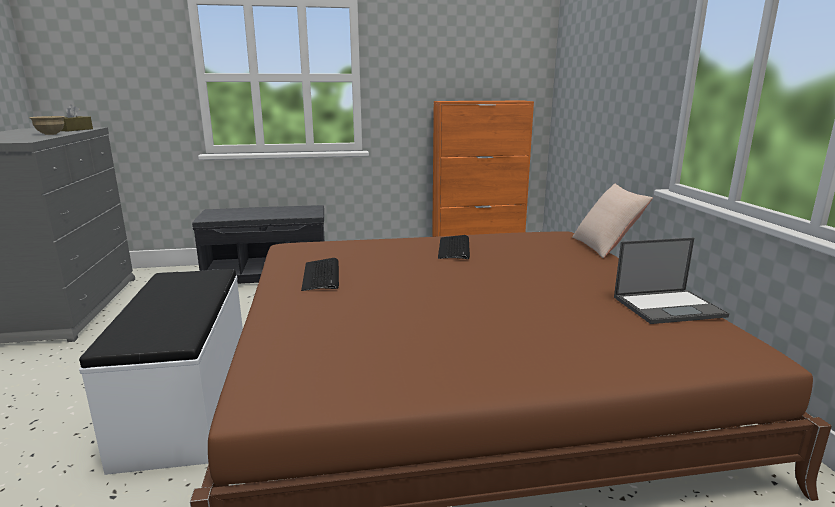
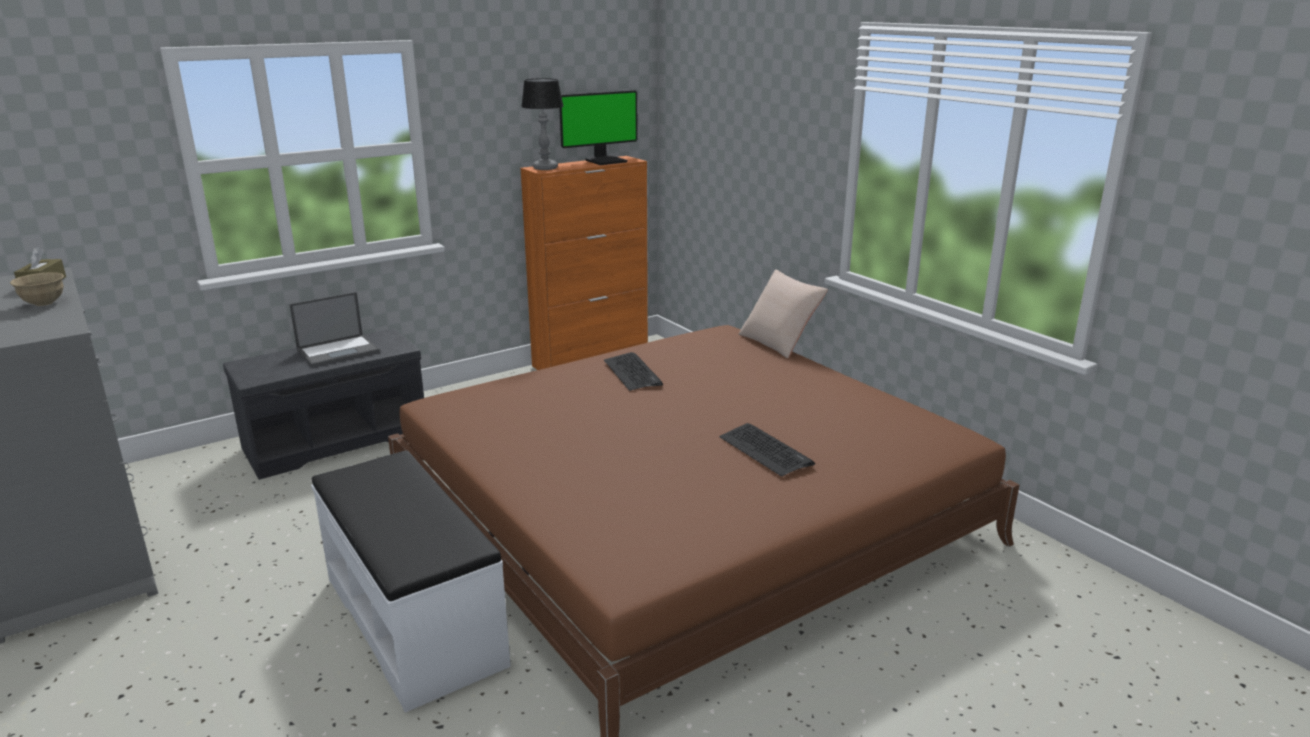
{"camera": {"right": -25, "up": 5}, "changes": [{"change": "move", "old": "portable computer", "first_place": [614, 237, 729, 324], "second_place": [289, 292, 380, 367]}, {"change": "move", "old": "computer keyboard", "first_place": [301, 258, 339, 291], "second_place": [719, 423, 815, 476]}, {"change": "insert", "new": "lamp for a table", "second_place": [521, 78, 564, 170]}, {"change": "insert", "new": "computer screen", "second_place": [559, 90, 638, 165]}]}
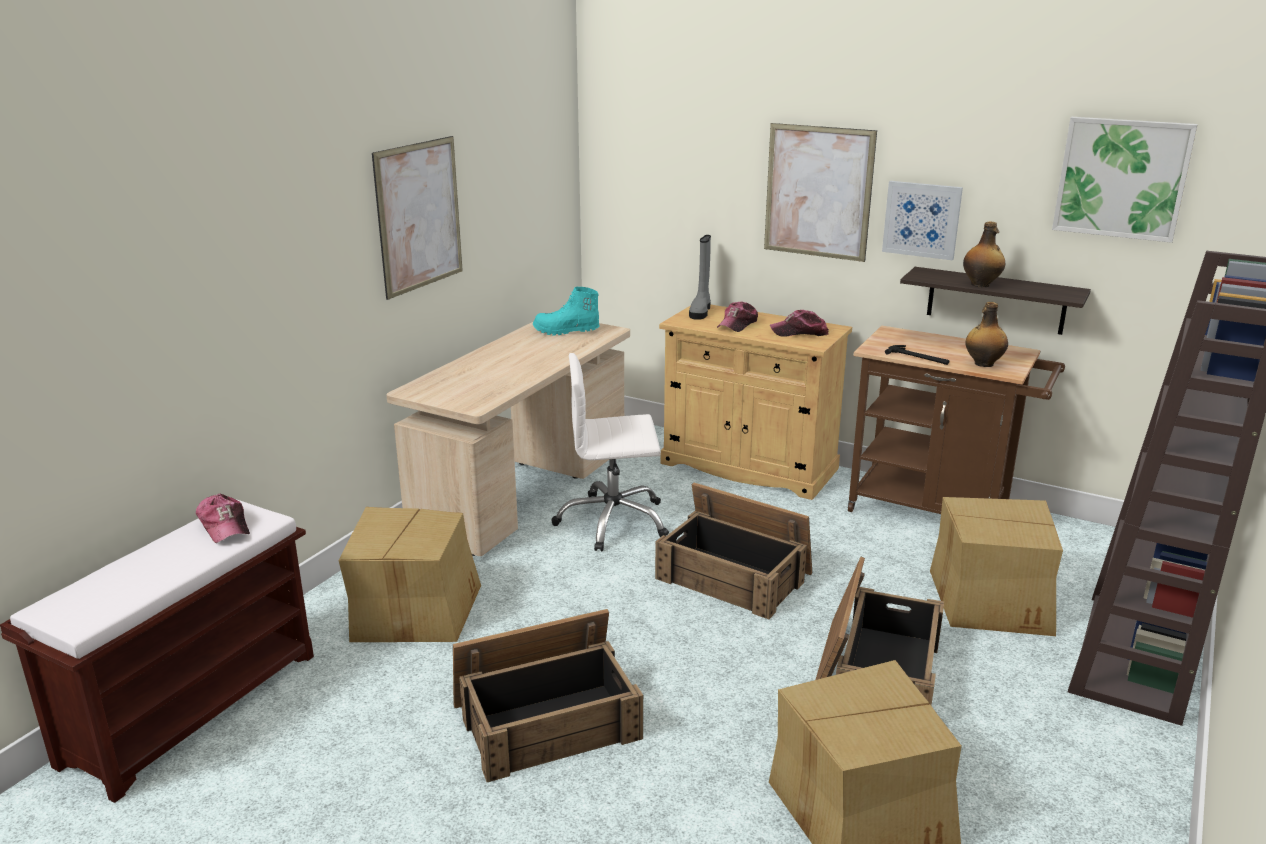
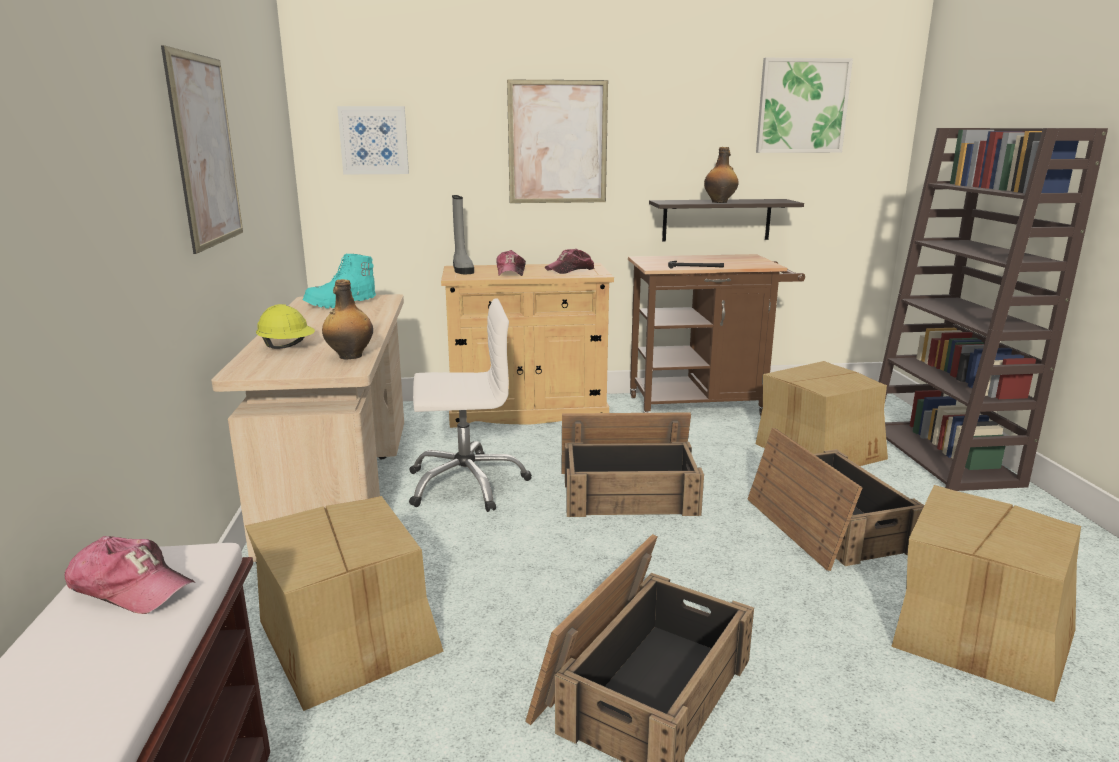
{"camera": {"right": -35, "up": -5}, "changes": [{"change": "move", "old": "picture", "first_place": [882, 181, 963, 260], "second_place": [337, 106, 409, 174]}, {"change": "move", "old": "drink bottle", "first_place": [965, 302, 1008, 367], "second_place": [322, 279, 373, 359]}, {"change": "rotate", "old": "desk chair (white)", "first_place": [552, 353, 669, 552], "second_place": [409, 298, 532, 512], "degrees": -150}, {"change": "insert", "new": "safety helmet (yellowish)", "second_place": [256, 304, 315, 349]}]}
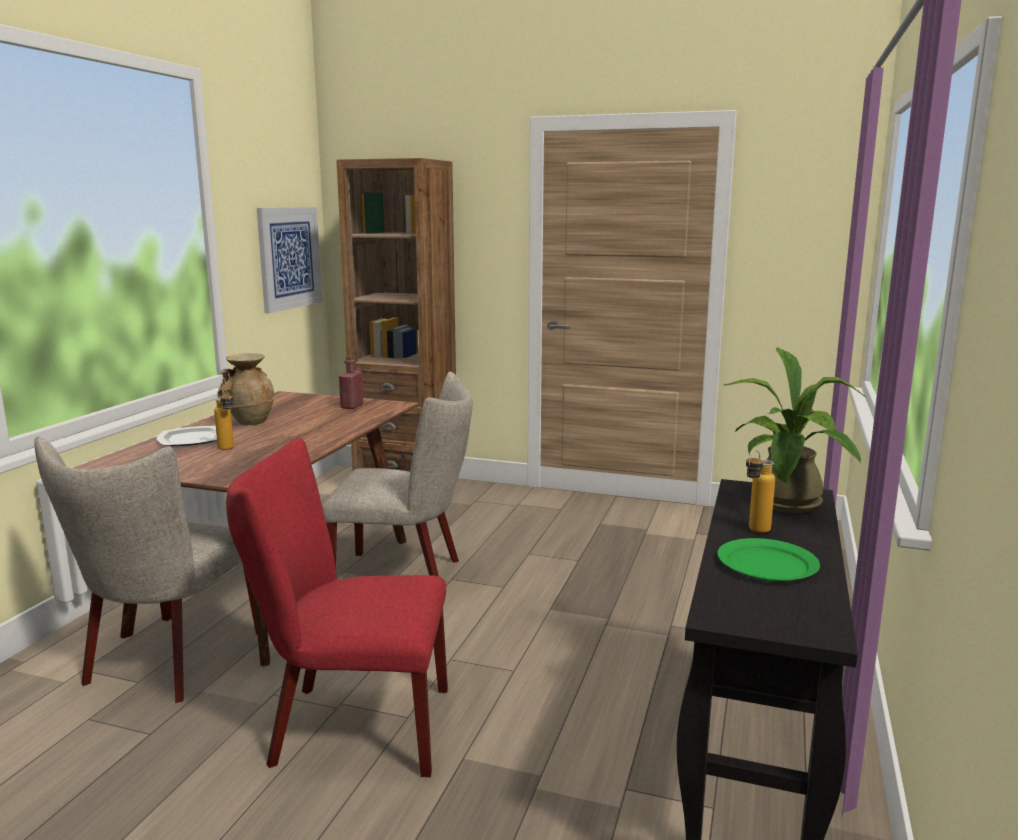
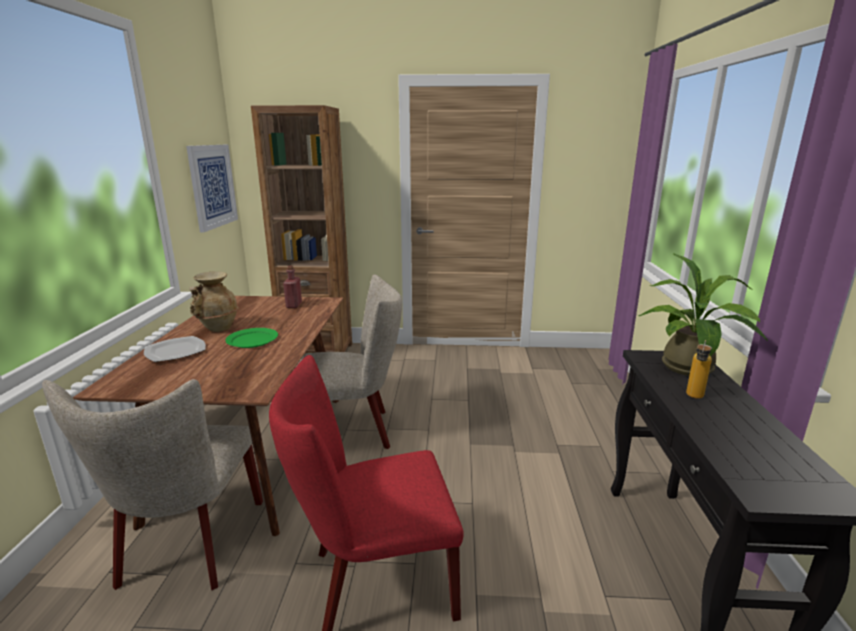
{"camera": {"right": -15, "up": 5}, "changes": [{"change": "delete", "old": "drink bottle", "first_place": [214, 390, 234, 450]}, {"change": "move", "old": "dinner plate (green-coloured)", "first_place": [717, 538, 820, 581], "second_place": [225, 328, 278, 348]}]}
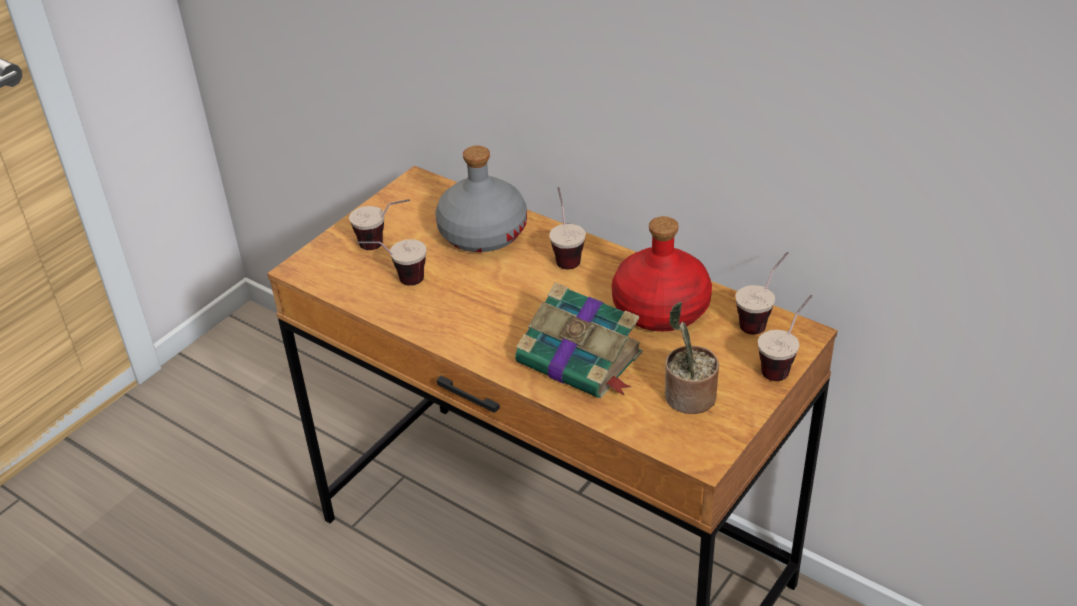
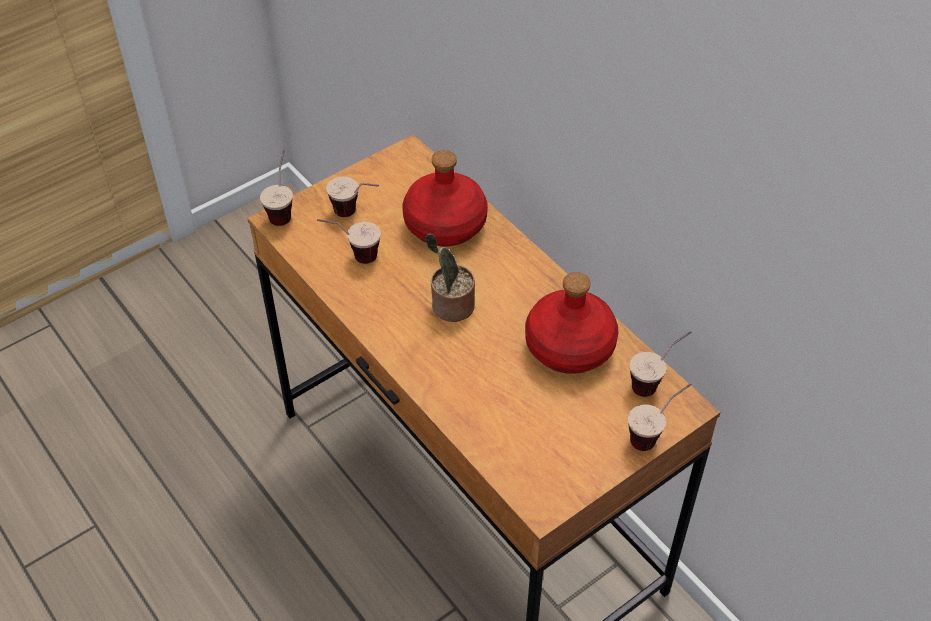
{"camera": {"right": 15, "up": 10}, "changes": [{"change": "recolor", "old": "drink bottle (greyish)", "new": "drink bottle (red-coloured)", "first_place": [435, 145, 527, 252], "second_place": [402, 150, 488, 246]}, {"change": "move", "old": "small cup", "first_place": [549, 187, 586, 269], "second_place": [260, 150, 293, 226]}, {"change": "delete", "old": "volume", "first_place": [515, 282, 642, 399]}, {"change": "move", "old": "plant in a pot", "first_place": [665, 302, 719, 414], "second_place": [425, 233, 475, 322]}]}
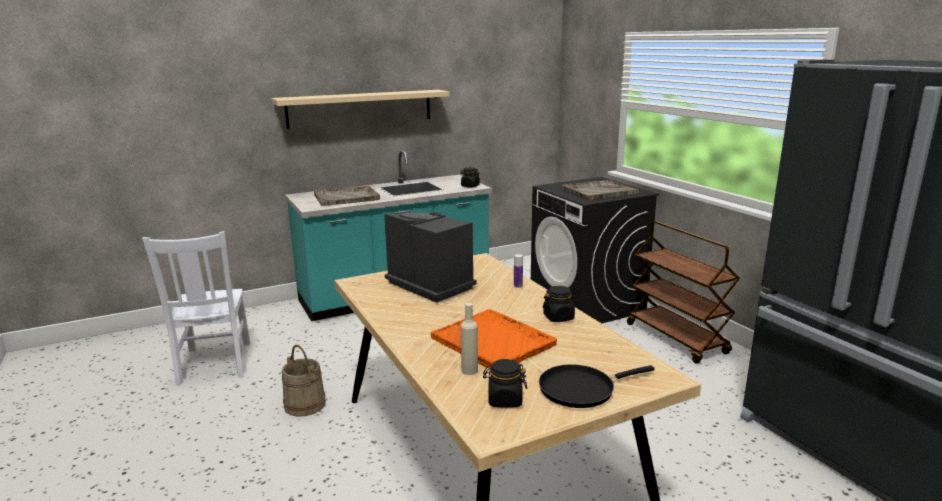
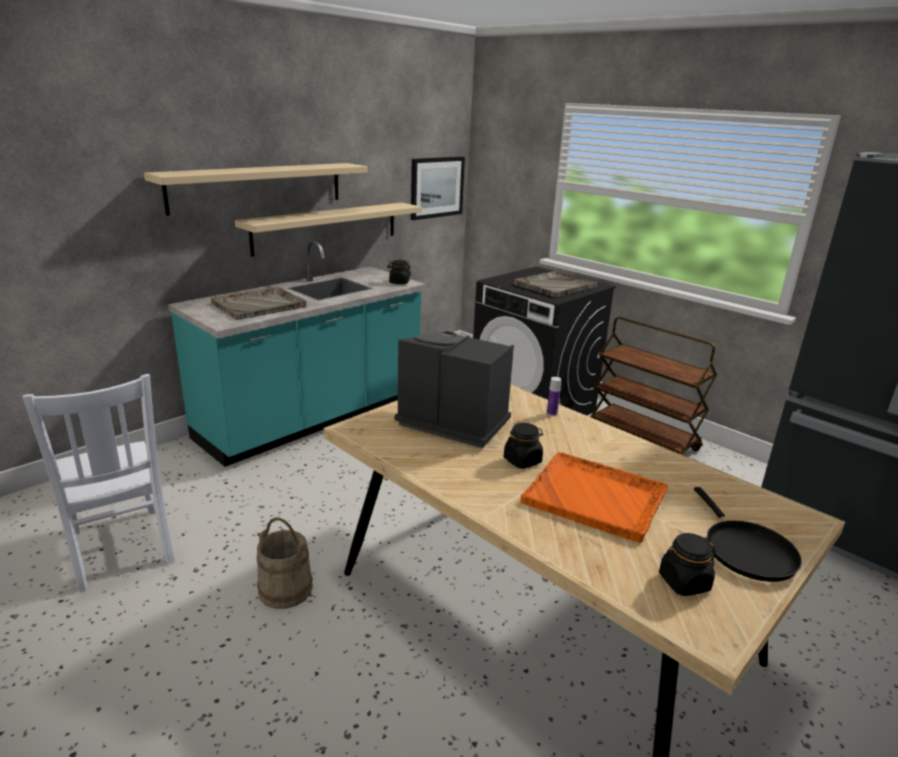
{"camera": {"right": -20, "up": 5}, "changes": [{"change": "move", "old": "jar (blackish)", "first_place": [543, 286, 577, 322], "second_place": [504, 423, 543, 469]}, {"change": "delete", "old": "drink bottle (sand-coloured)", "first_place": [461, 303, 478, 375]}, {"change": "rotate", "old": "skillet (blackish)", "first_place": [539, 364, 655, 408], "second_place": [694, 487, 802, 582], "degrees": -60}, {"change": "insert", "new": "picture", "second_place": [411, 157, 465, 220]}, {"change": "insert", "new": "wall shelf (sand-coloured)", "second_place": [235, 203, 422, 257]}]}
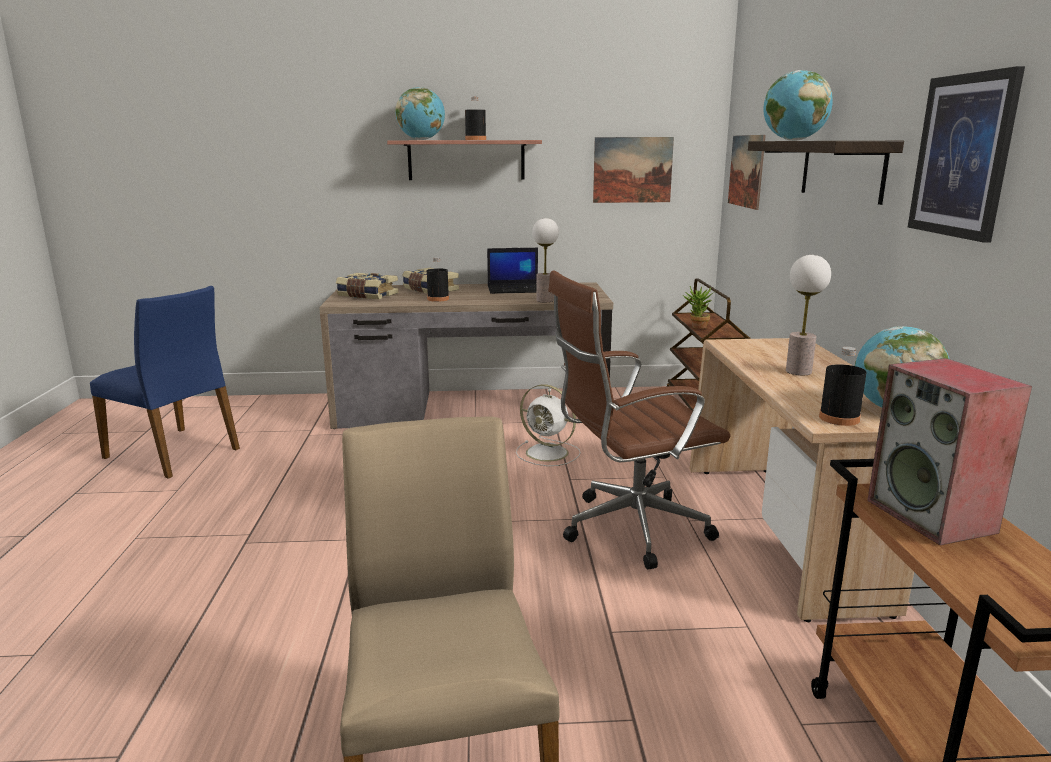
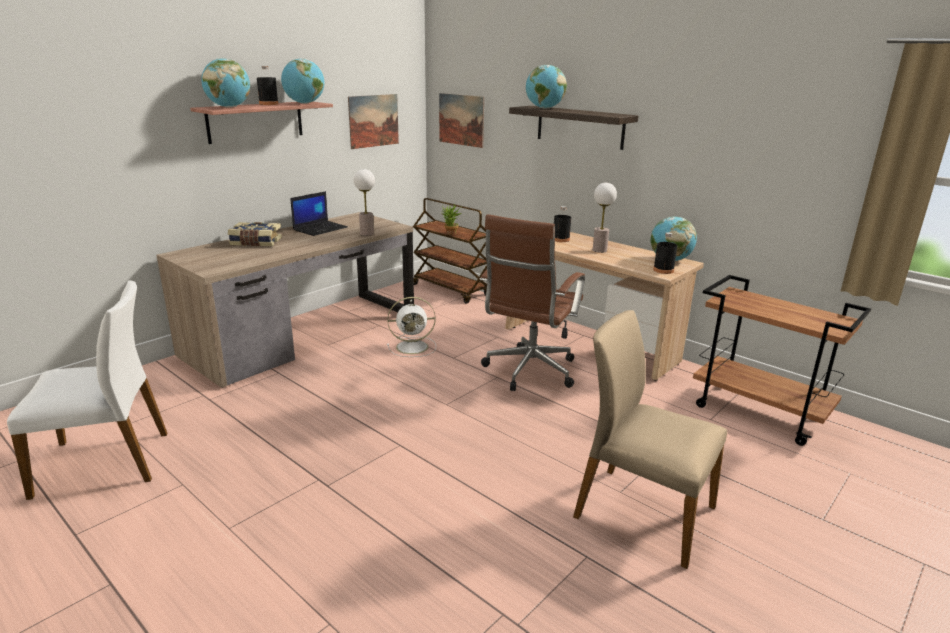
{"camera": {"right": -45, "up": 5}, "changes": [{"change": "delete", "old": "picture", "first_place": [908, 66, 1025, 243]}, {"change": "move", "old": "drink bottle (blackish)", "first_place": [427, 257, 449, 302], "second_place": [554, 206, 571, 242]}, {"change": "delete", "old": "volume", "first_place": [336, 273, 398, 299]}, {"change": "recolor", "old": "upright chair (bluish)", "new": "upright chair (white)", "first_place": [90, 286, 240, 479], "second_place": [7, 280, 167, 500]}, {"change": "delete", "old": "loudspeaker", "first_place": [867, 358, 1032, 545]}, {"change": "insert", "new": "globe", "second_place": [281, 59, 324, 104]}]}
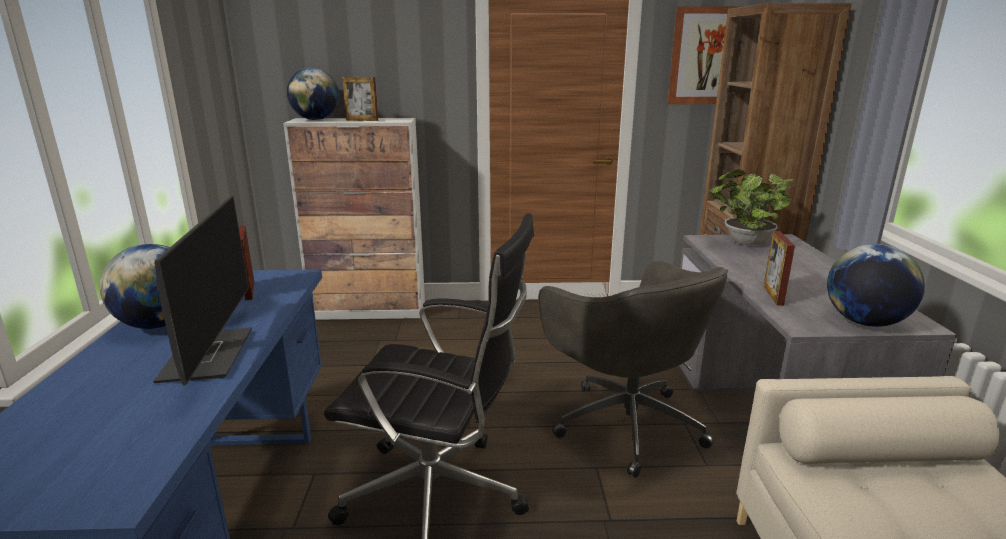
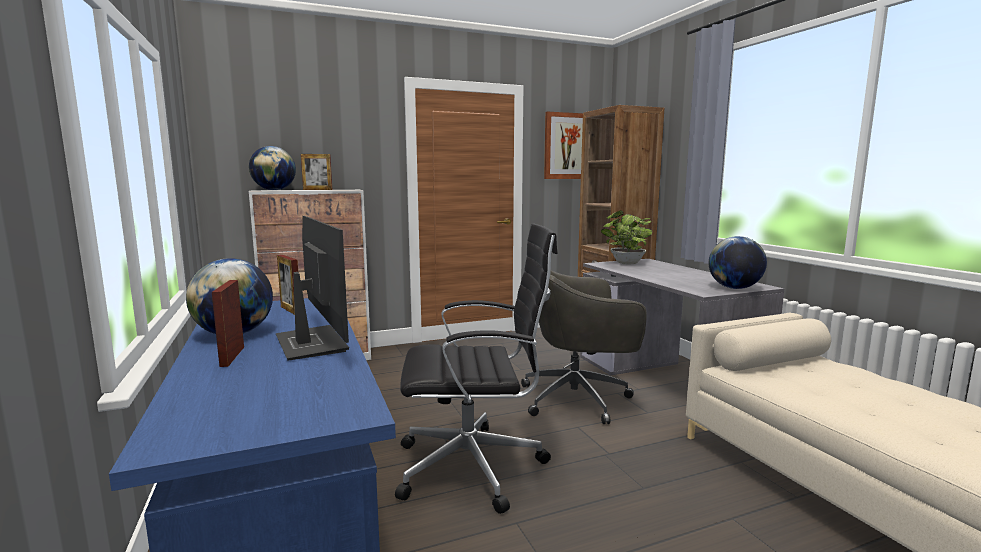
{"camera": {"right": -20, "up": -10}, "changes": [{"change": "move", "old": "standing frame", "first_place": [764, 231, 795, 306], "second_place": [212, 280, 244, 367]}, {"change": "rotate", "old": "desk chair (greyish)", "first_place": [538, 261, 728, 478], "second_place": [521, 270, 647, 424], "degrees": 135}]}
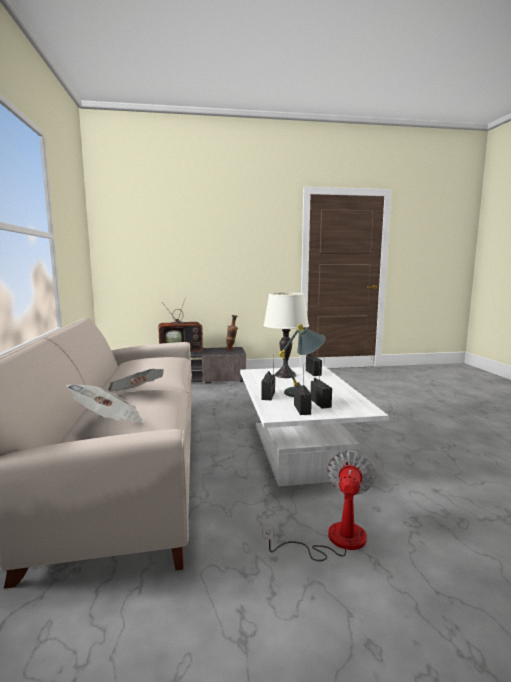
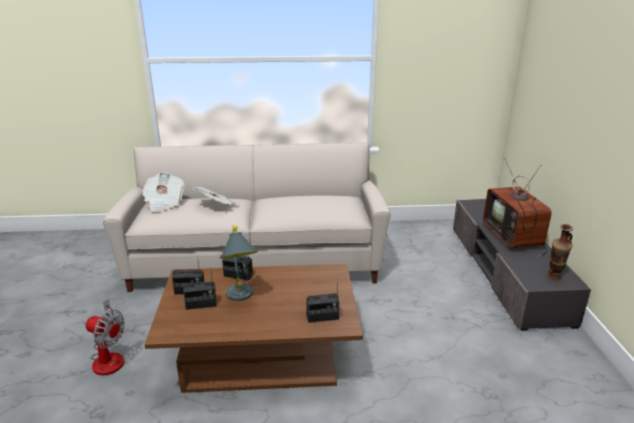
{"camera": {"right": 95, "up": 15}, "changes": [{"change": "delete", "old": "lamp for a table (white)", "first_place": [263, 292, 309, 378]}, {"change": "recolor", "old": "low table (white)", "new": "low table (brown-coloured)", "first_place": [240, 366, 388, 486], "second_place": [144, 264, 363, 393]}]}
